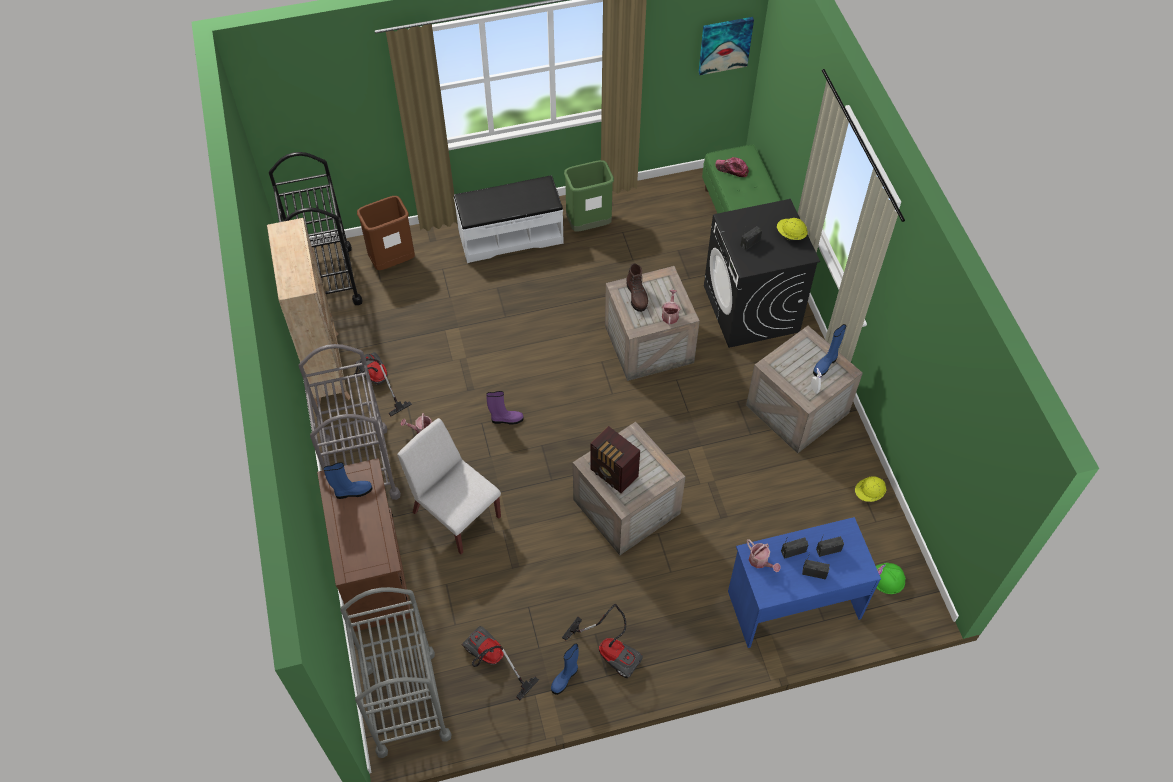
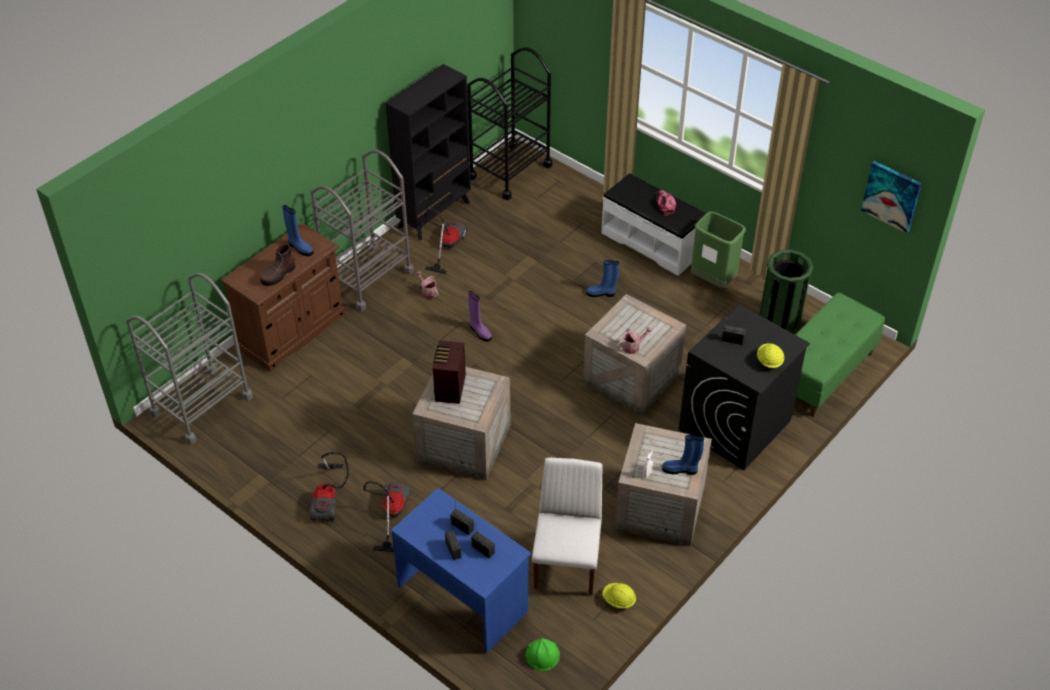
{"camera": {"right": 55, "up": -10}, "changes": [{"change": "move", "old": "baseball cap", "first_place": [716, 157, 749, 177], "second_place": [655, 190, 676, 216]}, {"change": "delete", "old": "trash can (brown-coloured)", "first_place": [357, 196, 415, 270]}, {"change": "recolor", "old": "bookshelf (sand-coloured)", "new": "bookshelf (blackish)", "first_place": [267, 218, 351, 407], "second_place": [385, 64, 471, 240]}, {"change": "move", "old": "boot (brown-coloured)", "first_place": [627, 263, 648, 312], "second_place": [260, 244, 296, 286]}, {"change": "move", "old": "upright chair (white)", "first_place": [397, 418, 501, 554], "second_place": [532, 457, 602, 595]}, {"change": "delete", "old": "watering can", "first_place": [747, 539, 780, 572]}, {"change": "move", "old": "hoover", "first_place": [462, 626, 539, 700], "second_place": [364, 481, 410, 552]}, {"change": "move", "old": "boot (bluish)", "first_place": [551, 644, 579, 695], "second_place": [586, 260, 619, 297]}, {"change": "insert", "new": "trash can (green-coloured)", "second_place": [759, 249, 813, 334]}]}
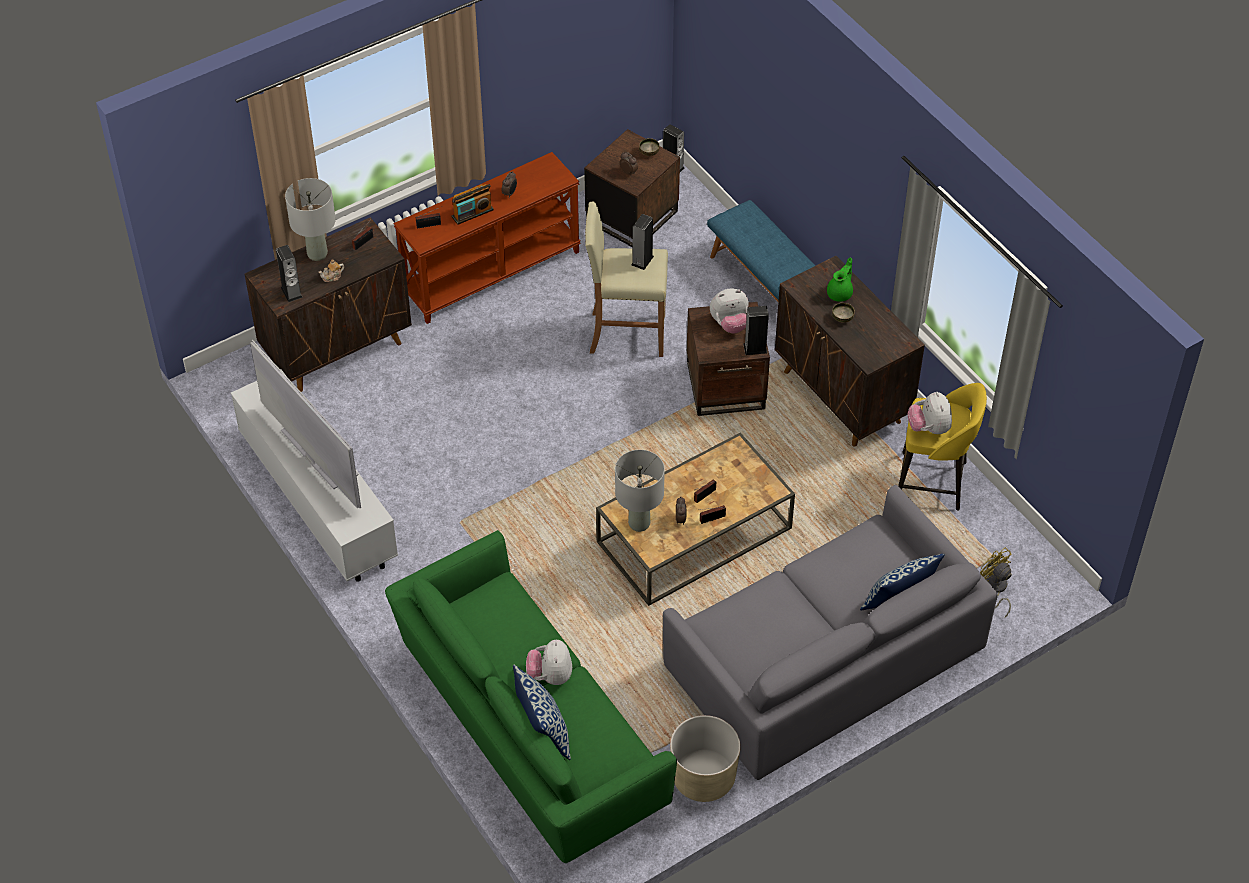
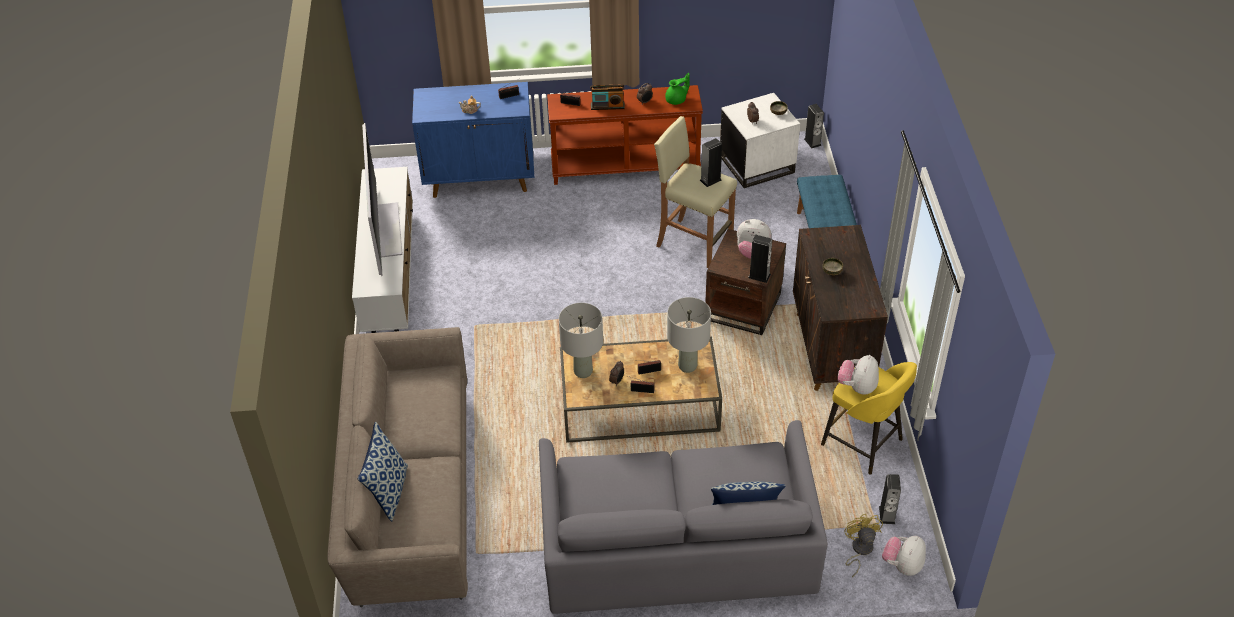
{"camera": {"right": 30, "up": -5}, "changes": [{"change": "recolor", "old": "end table (brown-coloured)", "new": "end table (white)", "first_place": [584, 129, 680, 248], "second_place": [720, 93, 800, 188]}, {"change": "move", "old": "lamp for a table (greyish)", "first_place": [285, 178, 336, 261], "second_place": [667, 297, 711, 373]}, {"change": "recolor", "old": "cabinet (brown-coloured)", "new": "cabinet (bluish)", "first_place": [245, 217, 412, 392], "second_place": [412, 82, 534, 198]}, {"change": "move", "old": "loudspeaker", "first_place": [276, 245, 303, 302], "second_place": [879, 474, 901, 524]}, {"change": "move", "old": "tea pot (green-coloured)", "first_place": [827, 257, 853, 302], "second_place": [665, 73, 689, 105]}, {"change": "recolor", "old": "couch (green-coloured)", "new": "couch (sand-coloured)", "first_place": [385, 530, 677, 863], "second_place": [327, 327, 468, 607]}, {"change": "move", "old": "soft toy", "first_place": [526, 640, 572, 685], "second_place": [882, 536, 926, 576]}, {"change": "delete", "old": "flower pot (sand-coloured)", "first_place": [670, 715, 741, 802]}]}
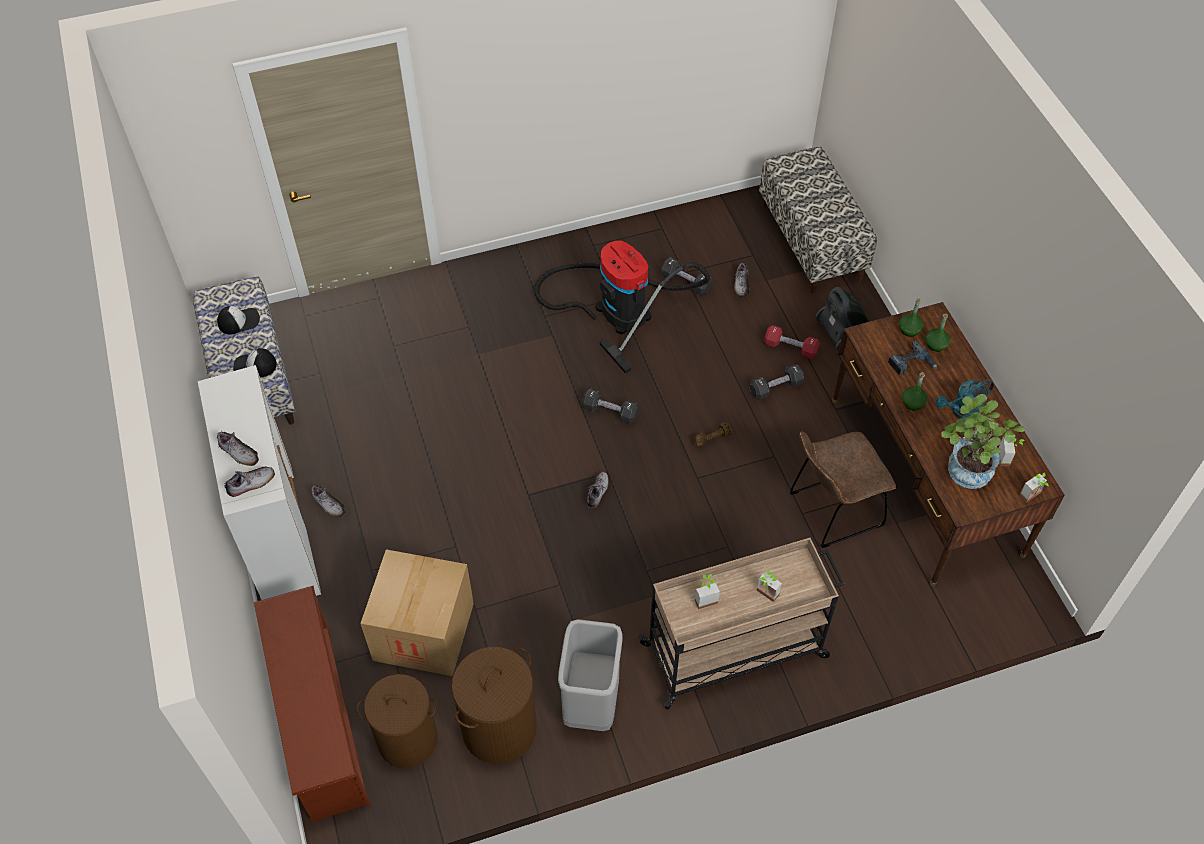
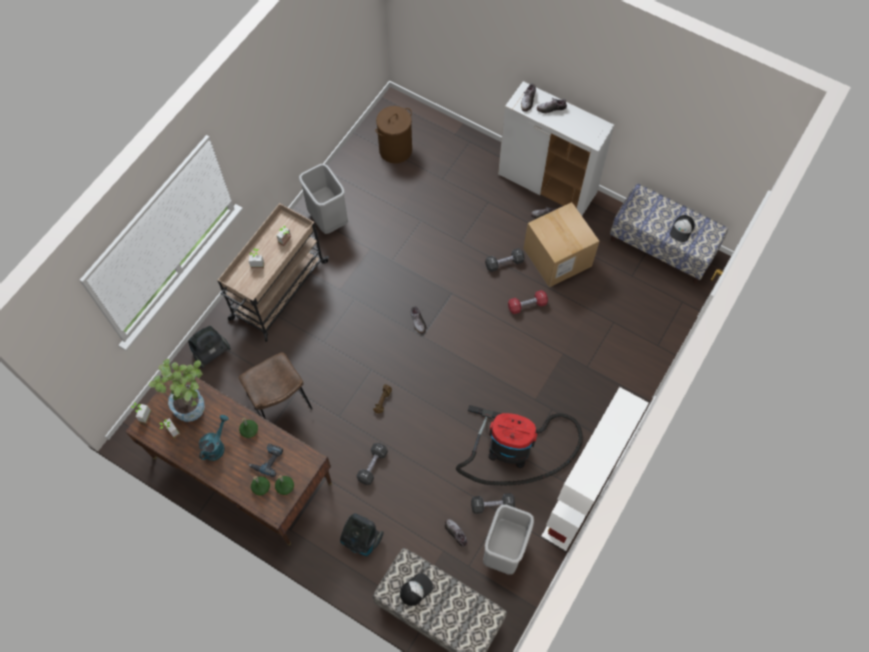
{"camera": {"right": 140, "up": 10}, "changes": [{"change": "move", "old": "free weight (red-coloured)", "first_place": [764, 325, 820, 359], "second_place": [508, 290, 548, 314]}, {"change": "move", "old": "baseball cap", "first_place": [233, 348, 277, 377], "second_place": [400, 573, 433, 606]}, {"change": "move", "old": "free weight (blackish)", "first_place": [582, 388, 639, 424], "second_place": [485, 248, 525, 272]}, {"change": "rotate", "old": "upright chair (brown-coloured)", "first_place": [789, 432, 896, 548], "second_place": [239, 352, 313, 419], "degrees": 120}, {"change": "move", "old": "packing box", "first_place": [360, 549, 474, 676], "second_place": [523, 202, 600, 287]}, {"change": "delete", "old": "shoe stand (brown-coloured)", "first_place": [254, 586, 371, 822]}, {"change": "delete", "old": "washing basket (brown-coloured)", "first_place": [451, 647, 537, 764]}, {"change": "insert", "new": "hoover", "second_place": [188, 326, 231, 368]}, {"change": "insert", "new": "bookshelf (white)", "second_place": [541, 387, 649, 551]}, {"change": "insert", "new": "trash can (greyish)", "second_place": [483, 504, 534, 575]}]}
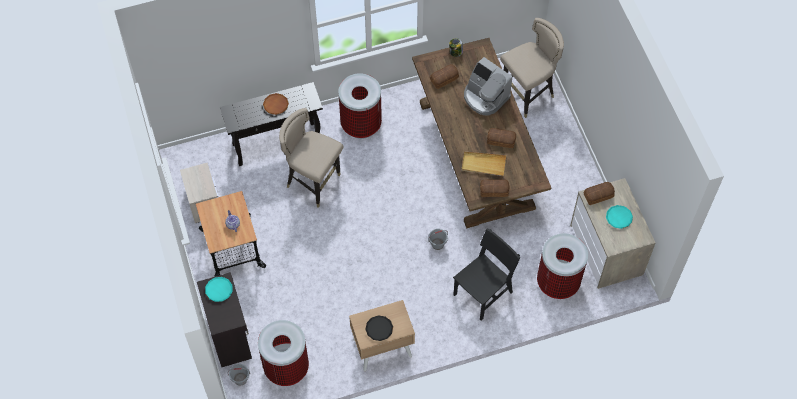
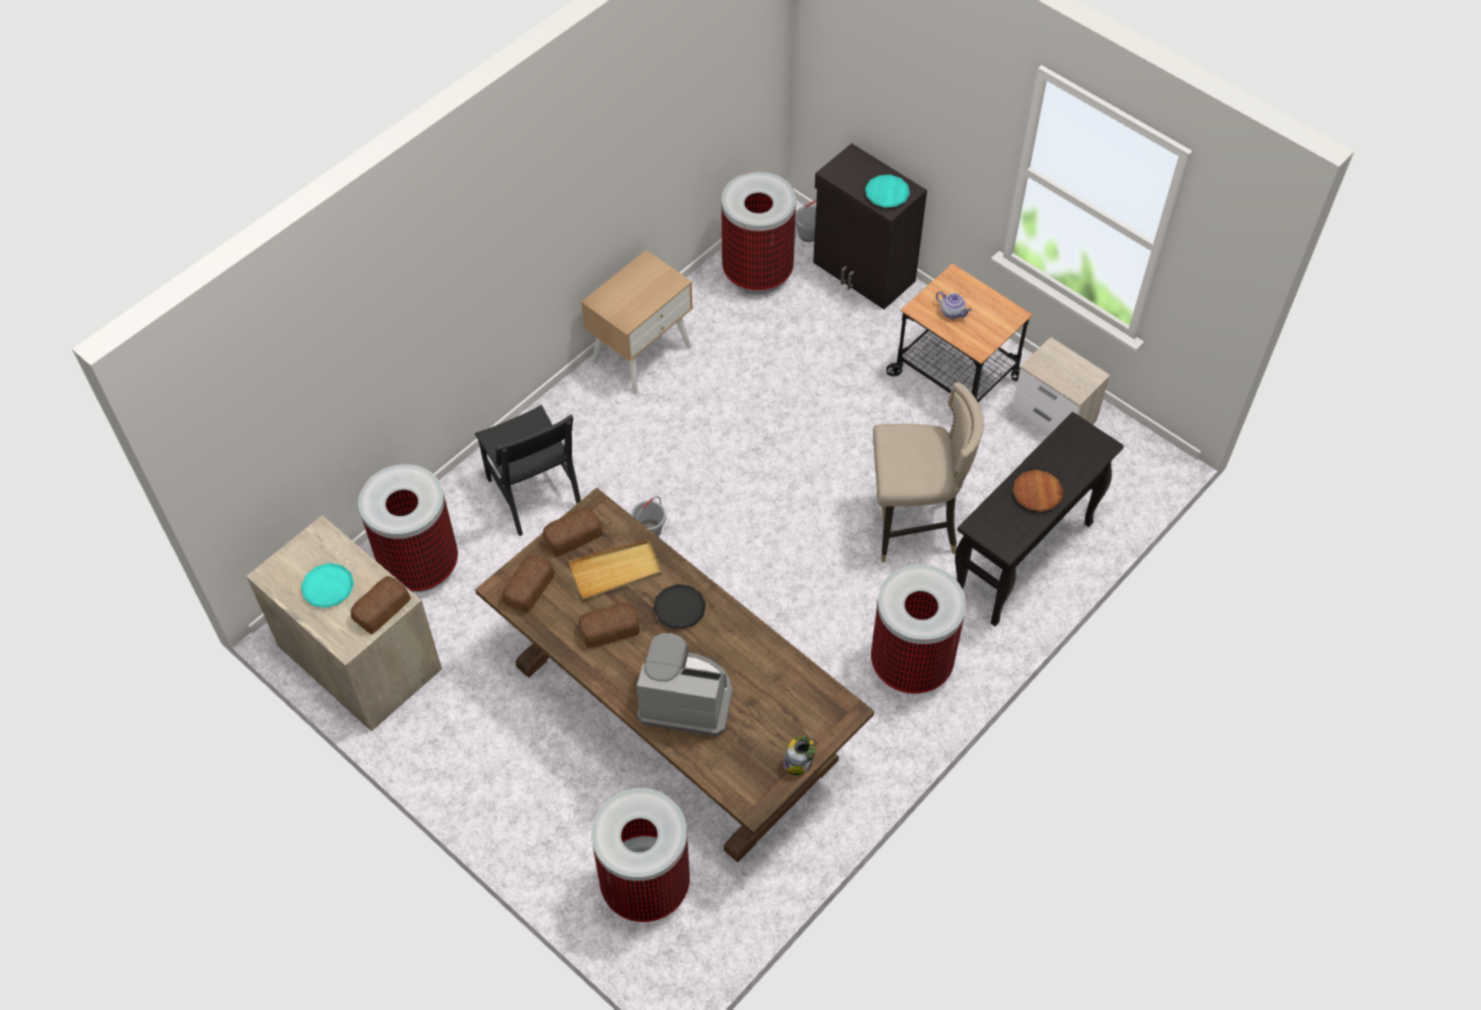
{"camera": {"right": 150, "up": -5}, "changes": [{"change": "replace", "old": "sitting stool (sand-coloured)", "new": "trash can", "first_place": [500, 18, 564, 118], "second_place": [591, 788, 690, 922]}, {"change": "move", "old": "bakery bread", "first_place": [430, 64, 459, 89], "second_place": [502, 555, 555, 613]}, {"change": "rotate", "old": "upright chair (blackish)", "first_place": [453, 228, 520, 320], "second_place": [475, 405, 581, 536], "degrees": -45}, {"change": "move", "old": "dinner plate (blackish)", "first_place": [365, 315, 393, 341], "second_place": [653, 584, 706, 630]}]}
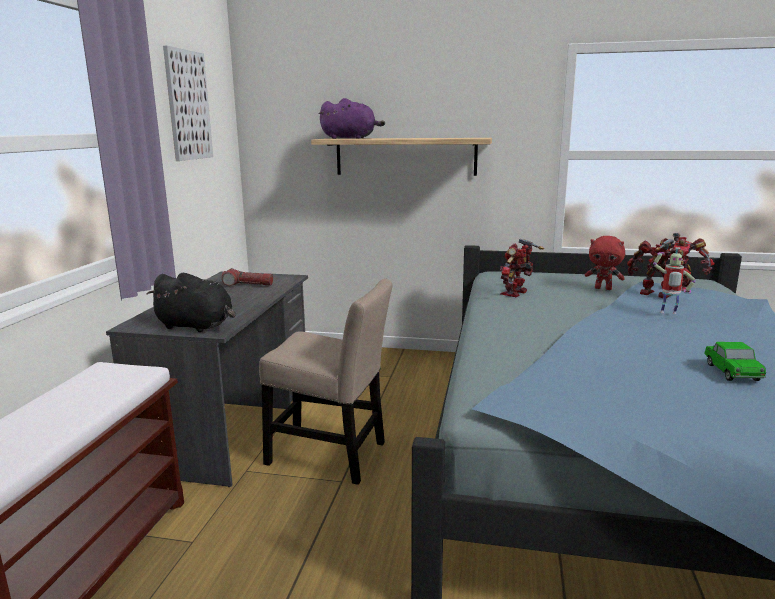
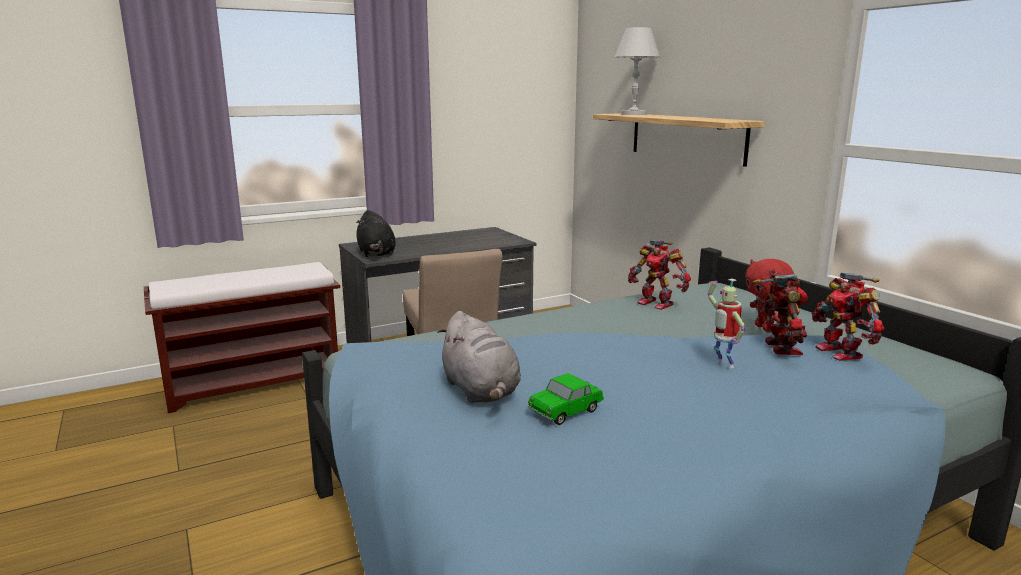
{"camera": {"right": 50, "up": 0}, "changes": [{"change": "delete", "old": "picture", "first_place": [163, 45, 213, 161]}, {"change": "replace", "old": "soft toy (purplish)", "new": "lamp for a table (white)", "first_place": [319, 98, 385, 139], "second_place": [615, 27, 660, 115]}, {"change": "rotate", "old": "robot figure", "first_place": [500, 239, 544, 297], "second_place": [628, 240, 691, 310], "degrees": -135}, {"change": "delete", "old": "hand torch", "first_place": [222, 268, 273, 286]}, {"change": "insert", "new": "soft toy (greyish)", "second_place": [437, 311, 521, 403]}]}
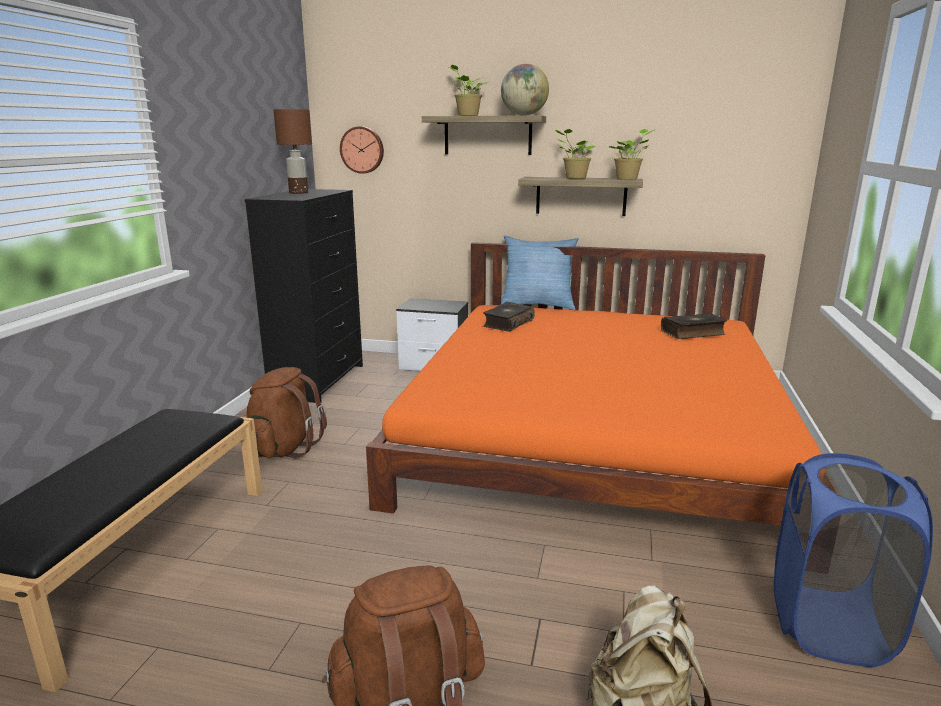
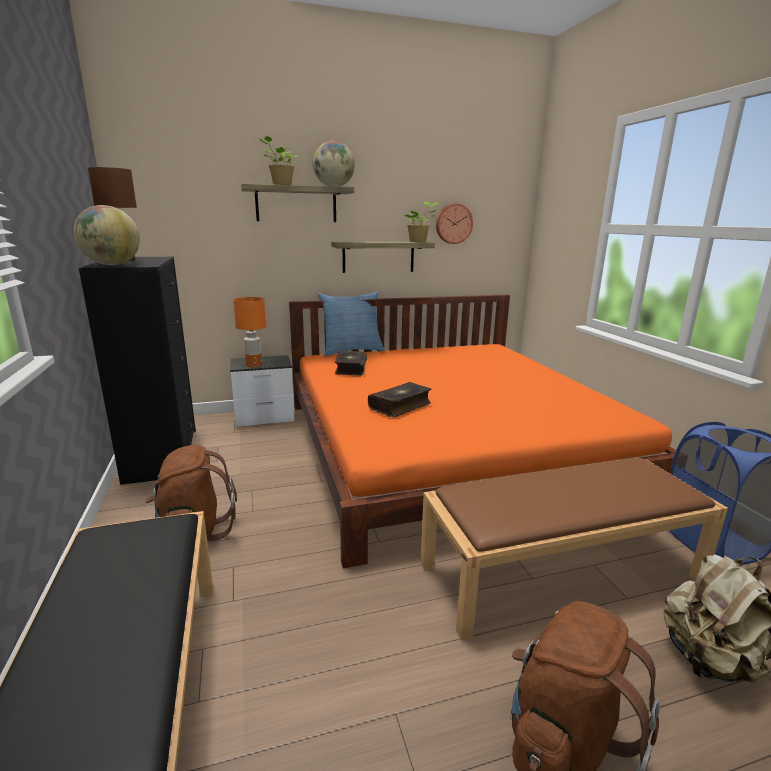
{"camera": {"right": -30, "up": 0}, "changes": [{"change": "move", "old": "wall clock", "first_place": [340, 126, 384, 174], "second_place": [436, 203, 473, 244]}, {"change": "delete", "old": "plant in a pot", "first_place": [555, 129, 595, 179]}, {"change": "move", "old": "volume", "first_place": [661, 313, 727, 339], "second_place": [368, 382, 431, 417]}, {"change": "insert", "new": "globe", "second_place": [73, 205, 140, 265]}, {"change": "insert", "new": "lamp for a table (orangey)", "second_place": [233, 297, 266, 368]}, {"change": "insert", "new": "indoor bench (brown-coloured)", "second_place": [420, 458, 728, 640]}]}
